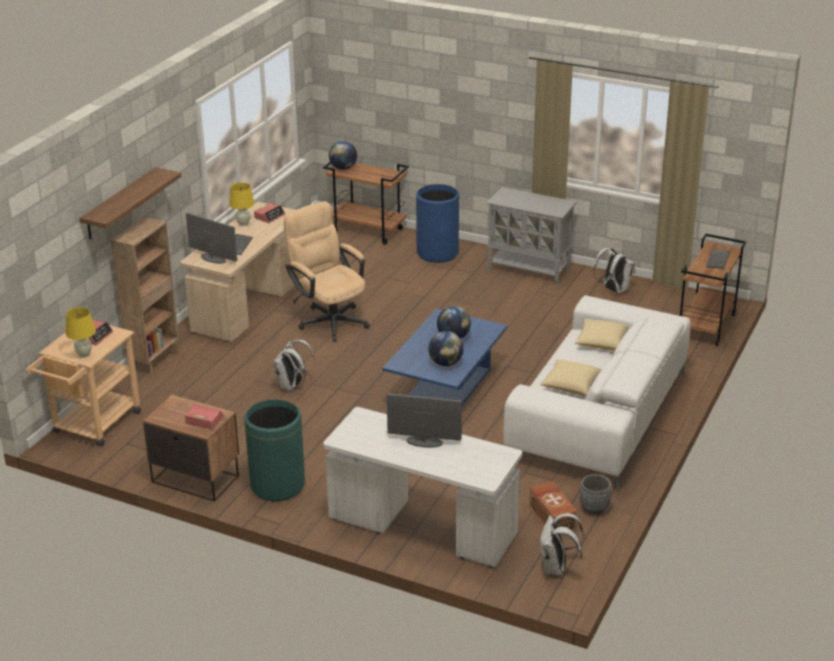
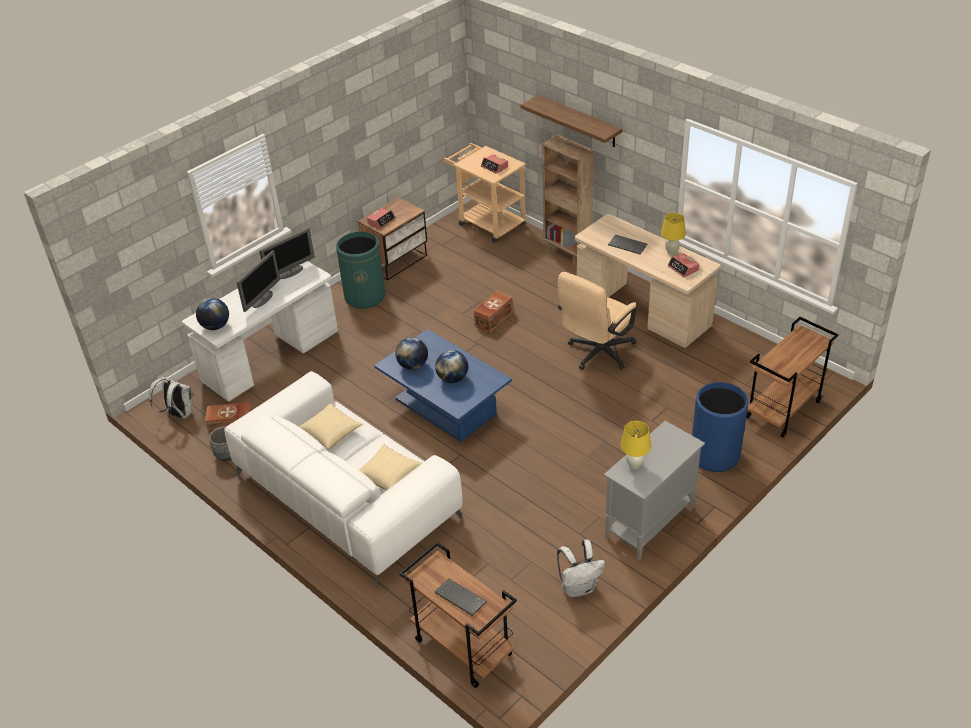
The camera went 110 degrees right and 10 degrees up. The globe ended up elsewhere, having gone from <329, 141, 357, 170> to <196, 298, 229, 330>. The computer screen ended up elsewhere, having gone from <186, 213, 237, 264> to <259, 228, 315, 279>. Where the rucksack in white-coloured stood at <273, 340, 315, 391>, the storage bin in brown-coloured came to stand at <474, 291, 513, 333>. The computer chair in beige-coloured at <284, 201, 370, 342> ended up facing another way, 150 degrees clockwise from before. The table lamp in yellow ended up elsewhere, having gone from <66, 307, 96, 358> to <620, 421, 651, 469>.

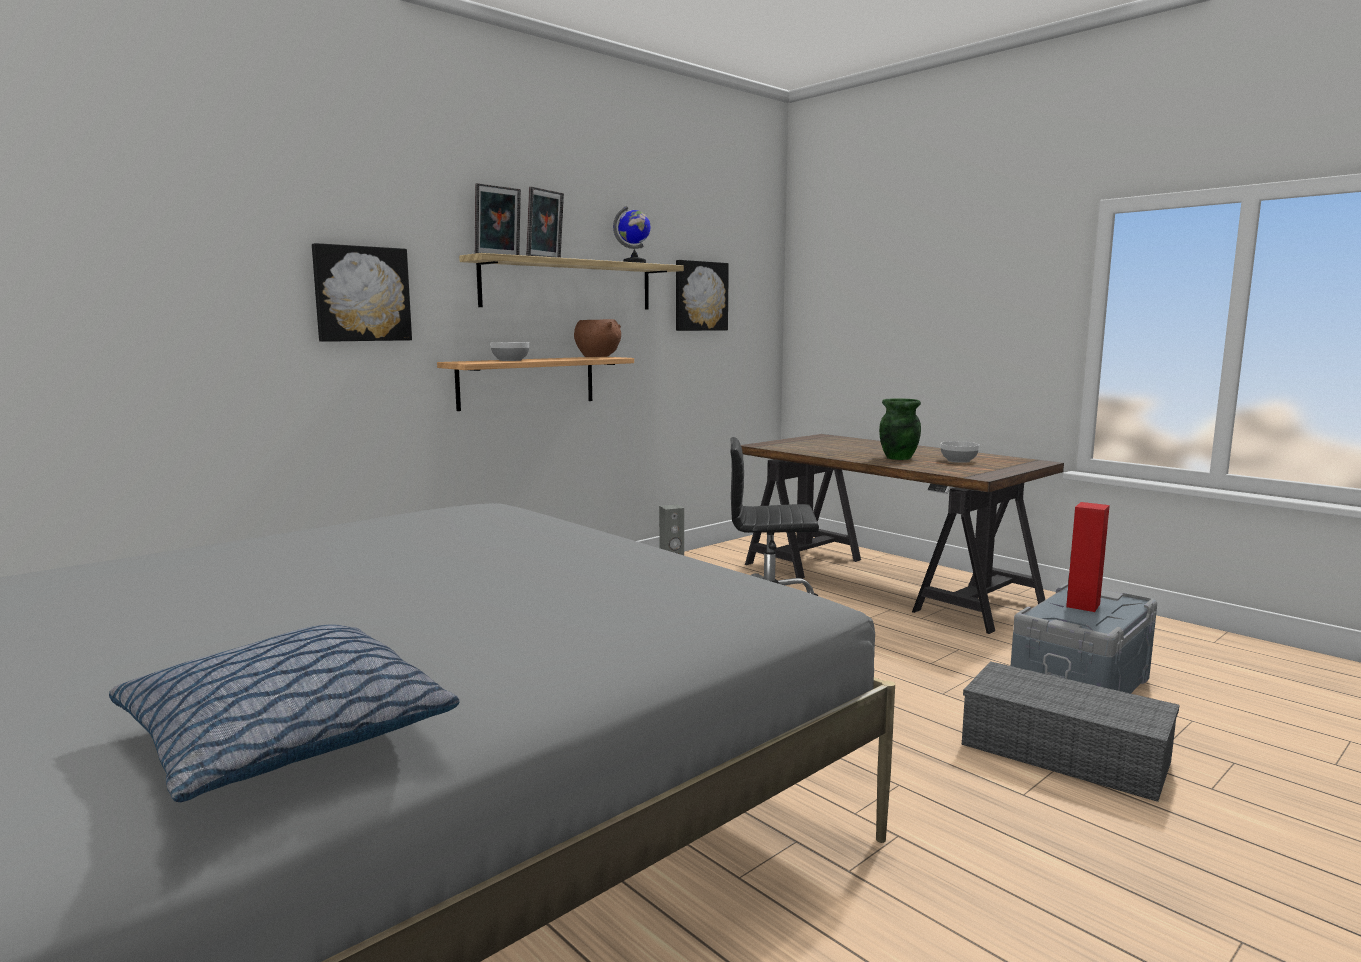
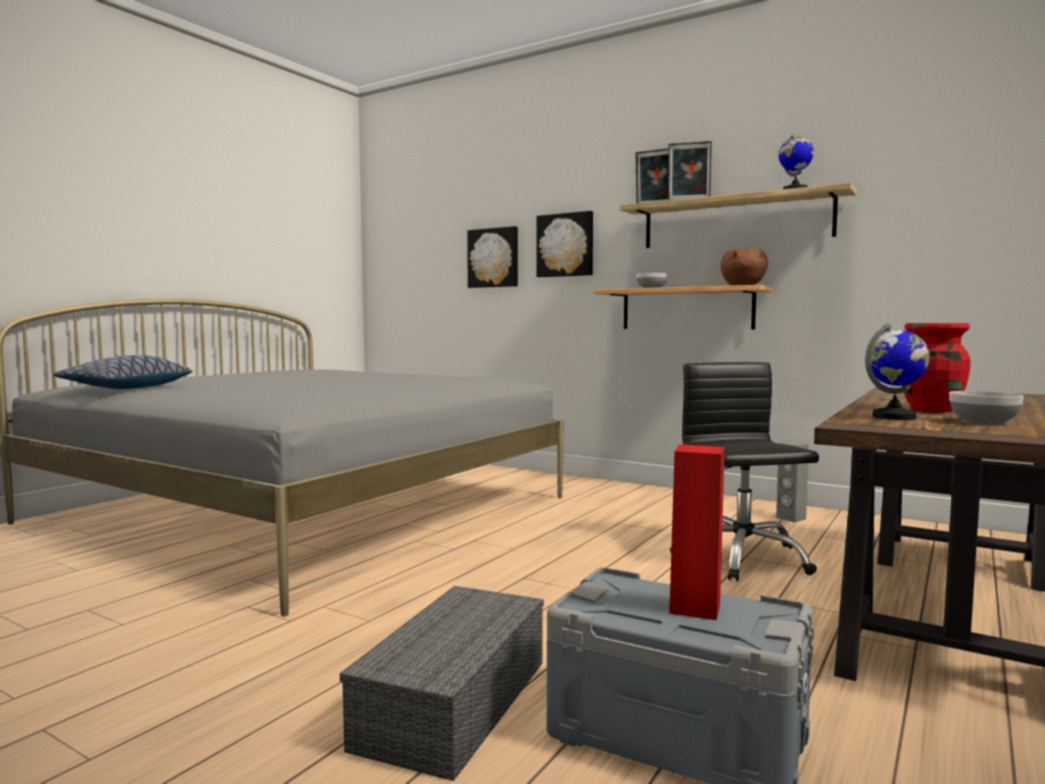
The camera went 75 degrees right and 5 degrees down. The picture ended up elsewhere, having gone from <676, 260, 729, 331> to <467, 226, 518, 288>. The second view gained the globe at <865, 323, 930, 420>. What was the decorative vase in green at <879, 398, 921, 460> turned into the decorative vase in red-coloured at <902, 323, 971, 412>.

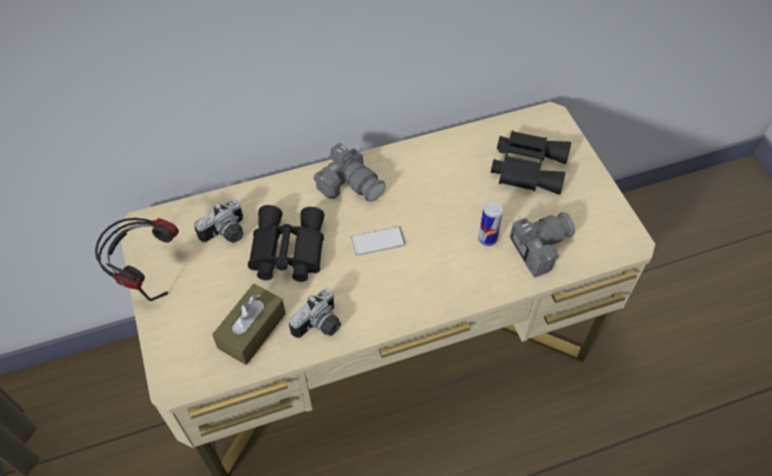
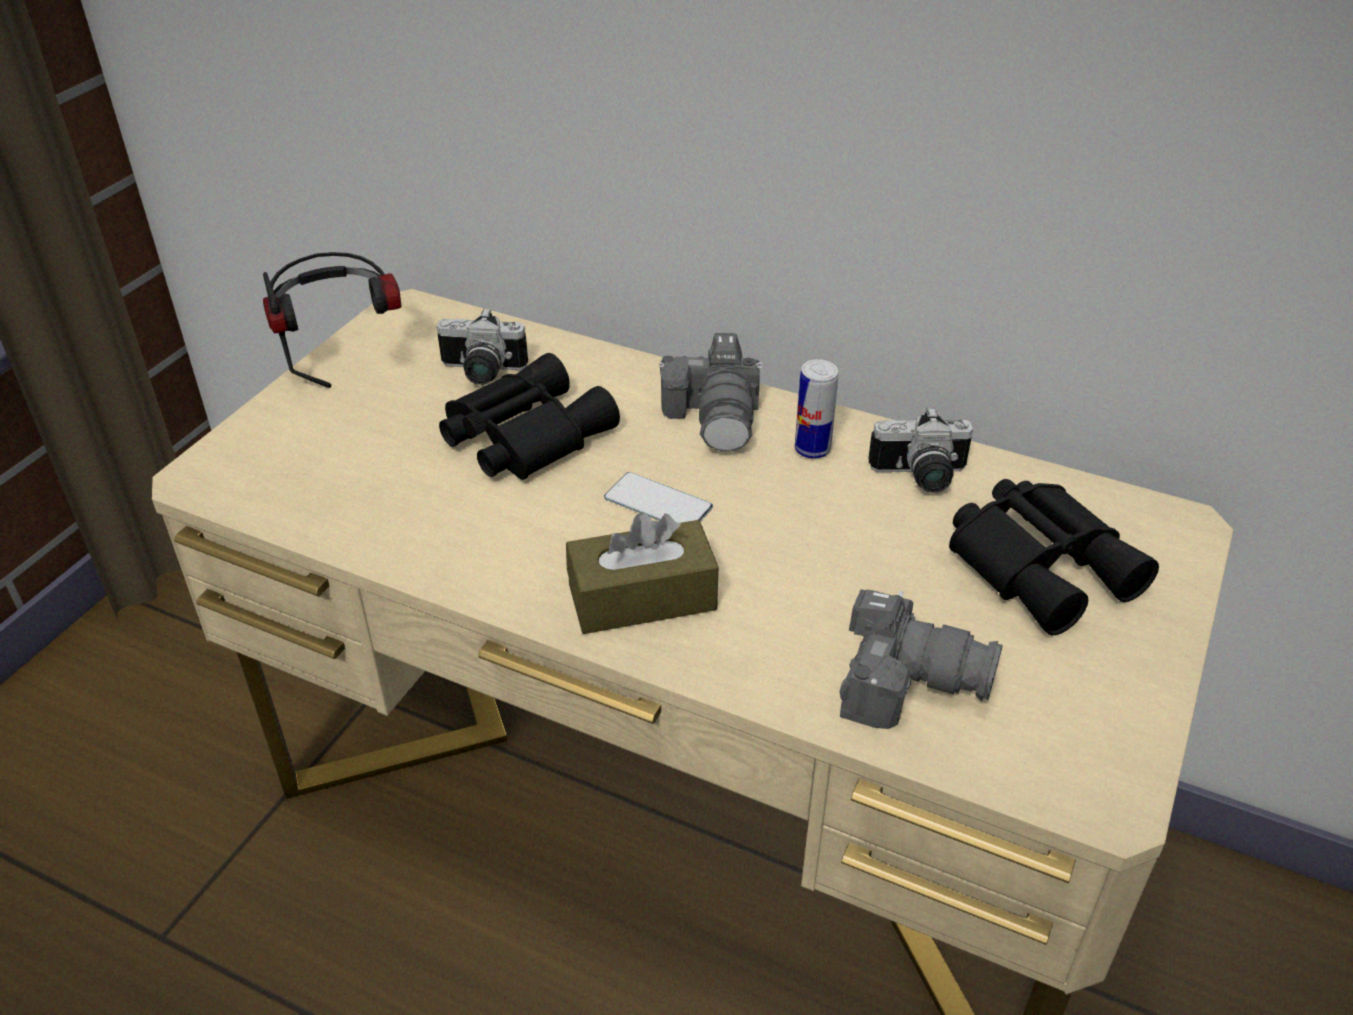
The camera went 45 degrees right and 15 degrees down. The tissue holder in brown-coloured ended up elsewhere, having gone from <212, 284, 286, 365> to <566, 512, 719, 634>. The can ended up elsewhere, having gone from <478, 201, 503, 246> to <795, 359, 838, 459>. The photo camera ended up elsewhere, having gone from <289, 288, 341, 338> to <868, 407, 973, 493>.

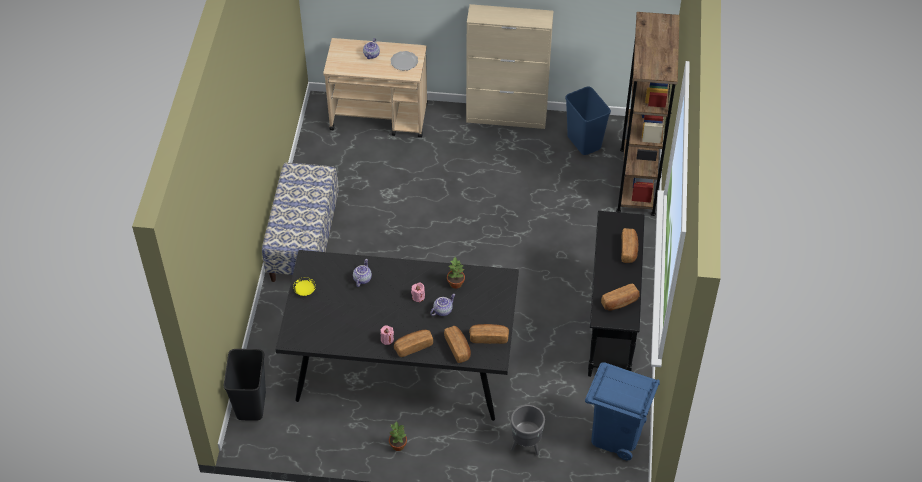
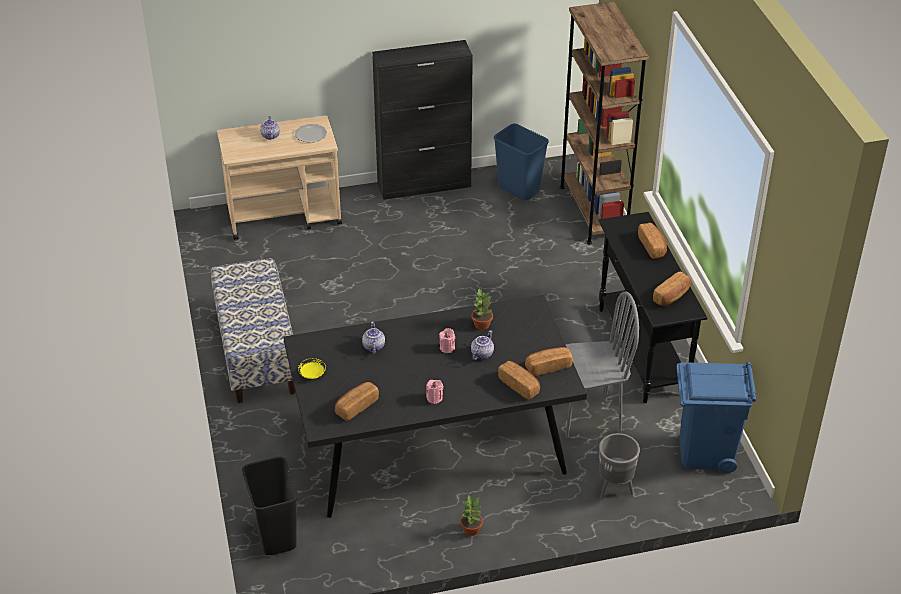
The camera went 20 degrees left and 10 degrees down. The baked bread ended up elsewhere, having gone from <394, 330, 433, 357> to <335, 382, 379, 421>. What was the storage cabinet in beige-coloured at <466, 4, 553, 129> turned into the storage cabinet in black at <372, 40, 473, 200>. The second view gained the chair in grey at <566, 291, 639, 438>.

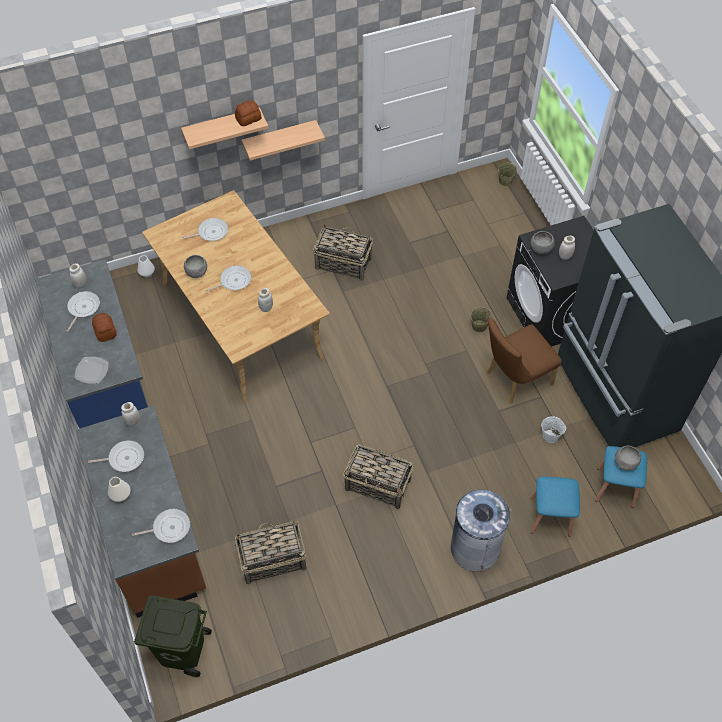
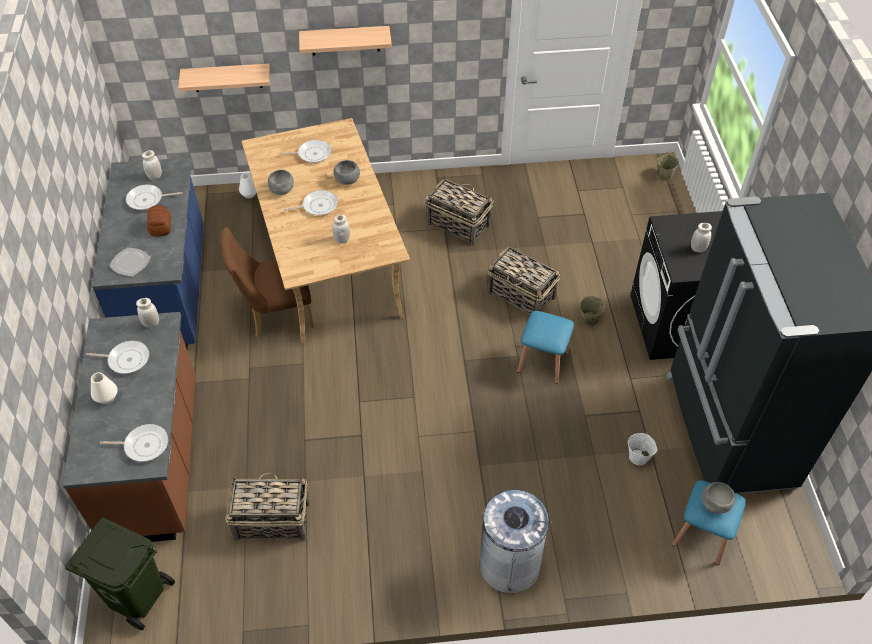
The camera went 15 degrees right and 5 degrees down. The pan at <67, 291, 100, 332> ended up facing another way, 135 degrees counterclockwise from before. The wall shelf ended up elsewhere, having gone from <242, 120, 325, 161> to <178, 64, 270, 92>. The chair in brown-coloured ended up elsewhere, having gone from <487, 317, 562, 404> to <220, 227, 314, 337>. The deep dish in grey ended up elsewhere, having gone from <531, 231, 555, 254> to <333, 160, 360, 185>. The storage basket ended up elsewhere, having gone from <343, 444, 414, 509> to <487, 246, 560, 315>. The stool in blue ended up elsewhere, having gone from <531, 477, 580, 537> to <517, 311, 574, 384>. The second view lost the baked bread at <235, 100, 262, 126>.

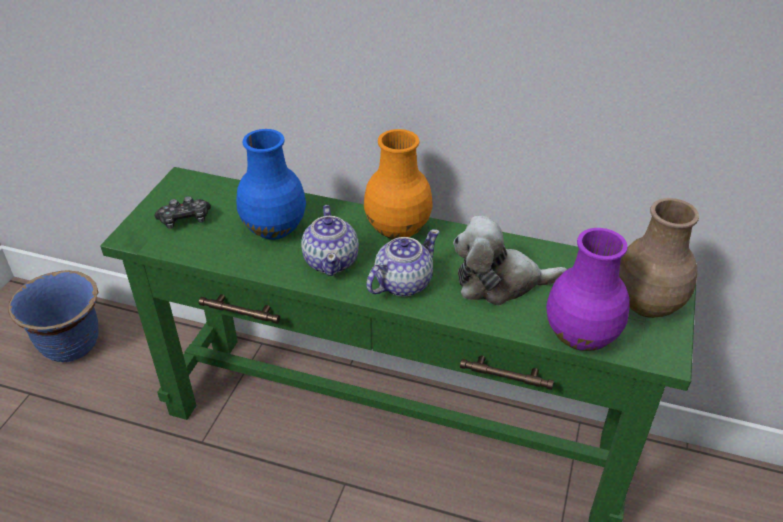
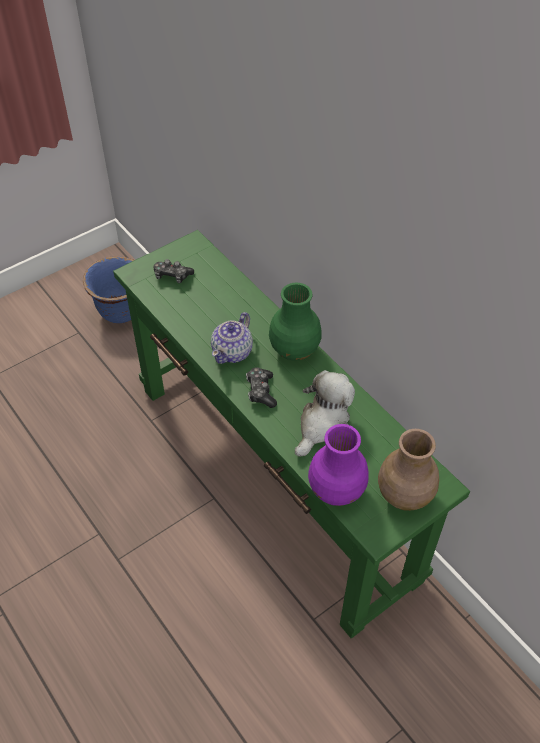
The camera went 35 degrees right and 10 degrees up. Where the teapot stood at <366, 229, 439, 297>, the joypad came to stand at <246, 367, 277, 408>. What was the decorative vase in orangey at <364, 129, 432, 239> turned into the decorative vase in green at <269, 283, 322, 361>. The plush toy at <453, 216, 567, 306> ended up facing another way, 90 degrees clockwise from before. The second view lost the decorative vase in blue at <236, 129, 306, 240>.

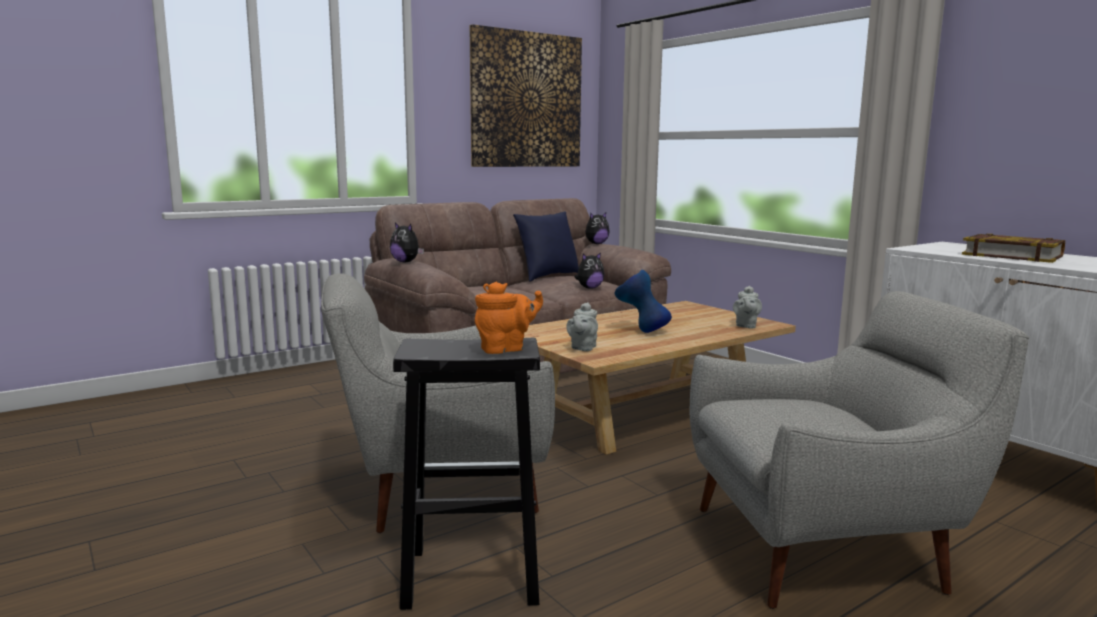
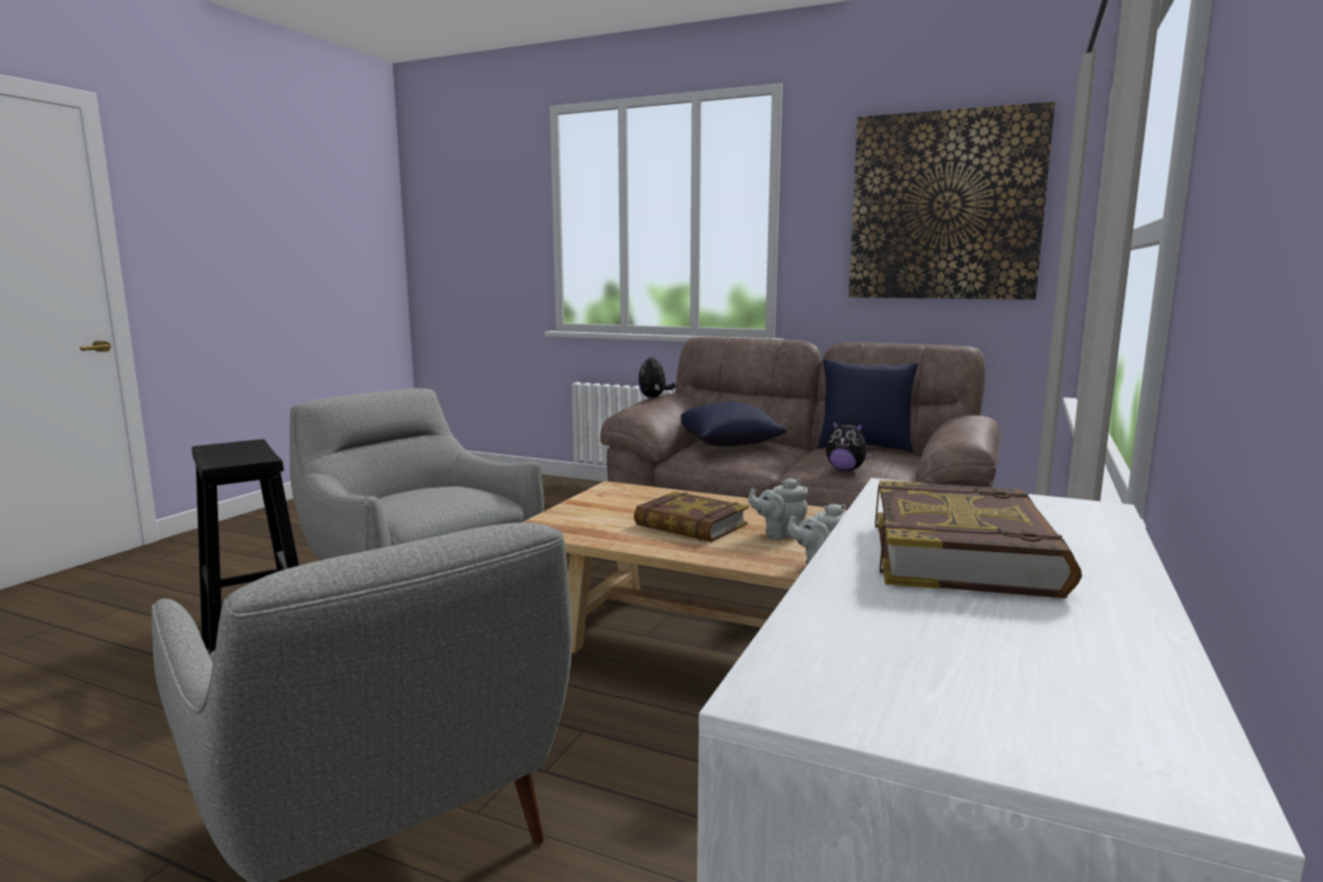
The camera went 60 degrees right and 0 degrees up. Where the decorative vase in blue stood at <614, 270, 672, 333>, the volume came to stand at <634, 491, 748, 542>. The second view gained the throw pillow in blue at <681, 402, 787, 446>. The teapot in grey ended up elsewhere, having gone from <566, 302, 598, 351> to <748, 478, 808, 539>. The second view lost the teapot in orangey at <475, 282, 543, 354>. The second view lost the plush toy at <586, 213, 610, 244>.

